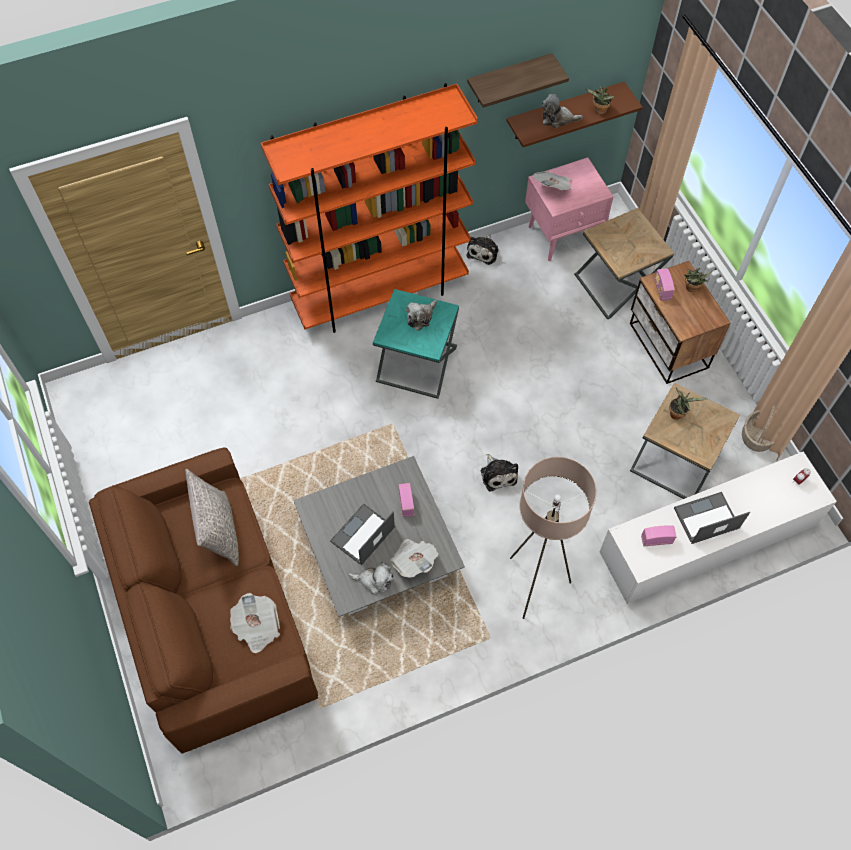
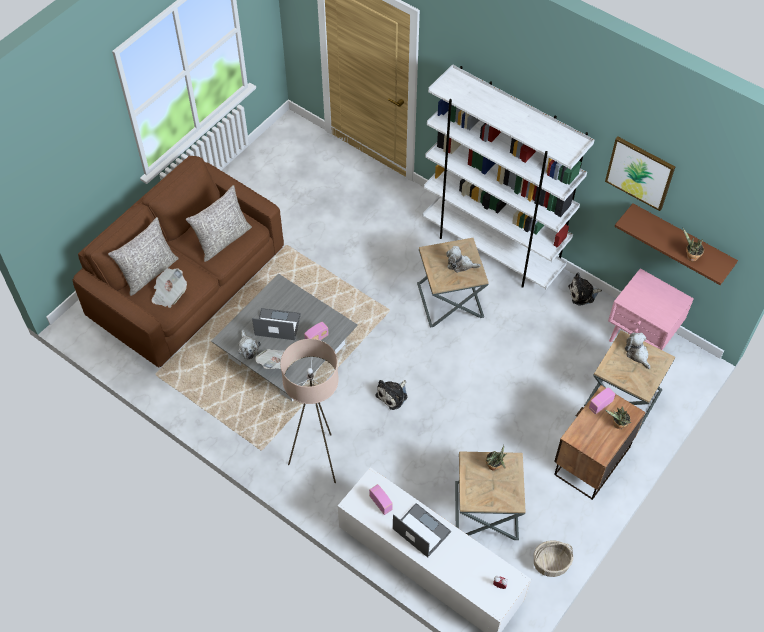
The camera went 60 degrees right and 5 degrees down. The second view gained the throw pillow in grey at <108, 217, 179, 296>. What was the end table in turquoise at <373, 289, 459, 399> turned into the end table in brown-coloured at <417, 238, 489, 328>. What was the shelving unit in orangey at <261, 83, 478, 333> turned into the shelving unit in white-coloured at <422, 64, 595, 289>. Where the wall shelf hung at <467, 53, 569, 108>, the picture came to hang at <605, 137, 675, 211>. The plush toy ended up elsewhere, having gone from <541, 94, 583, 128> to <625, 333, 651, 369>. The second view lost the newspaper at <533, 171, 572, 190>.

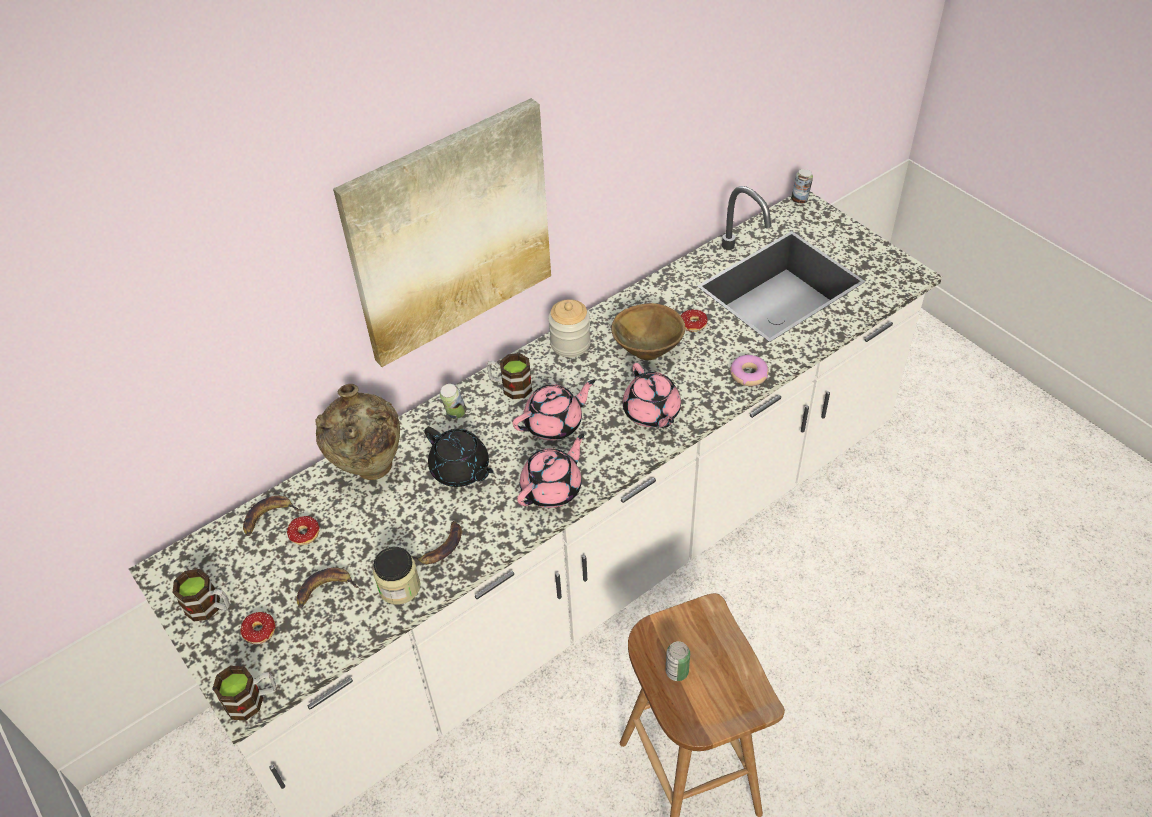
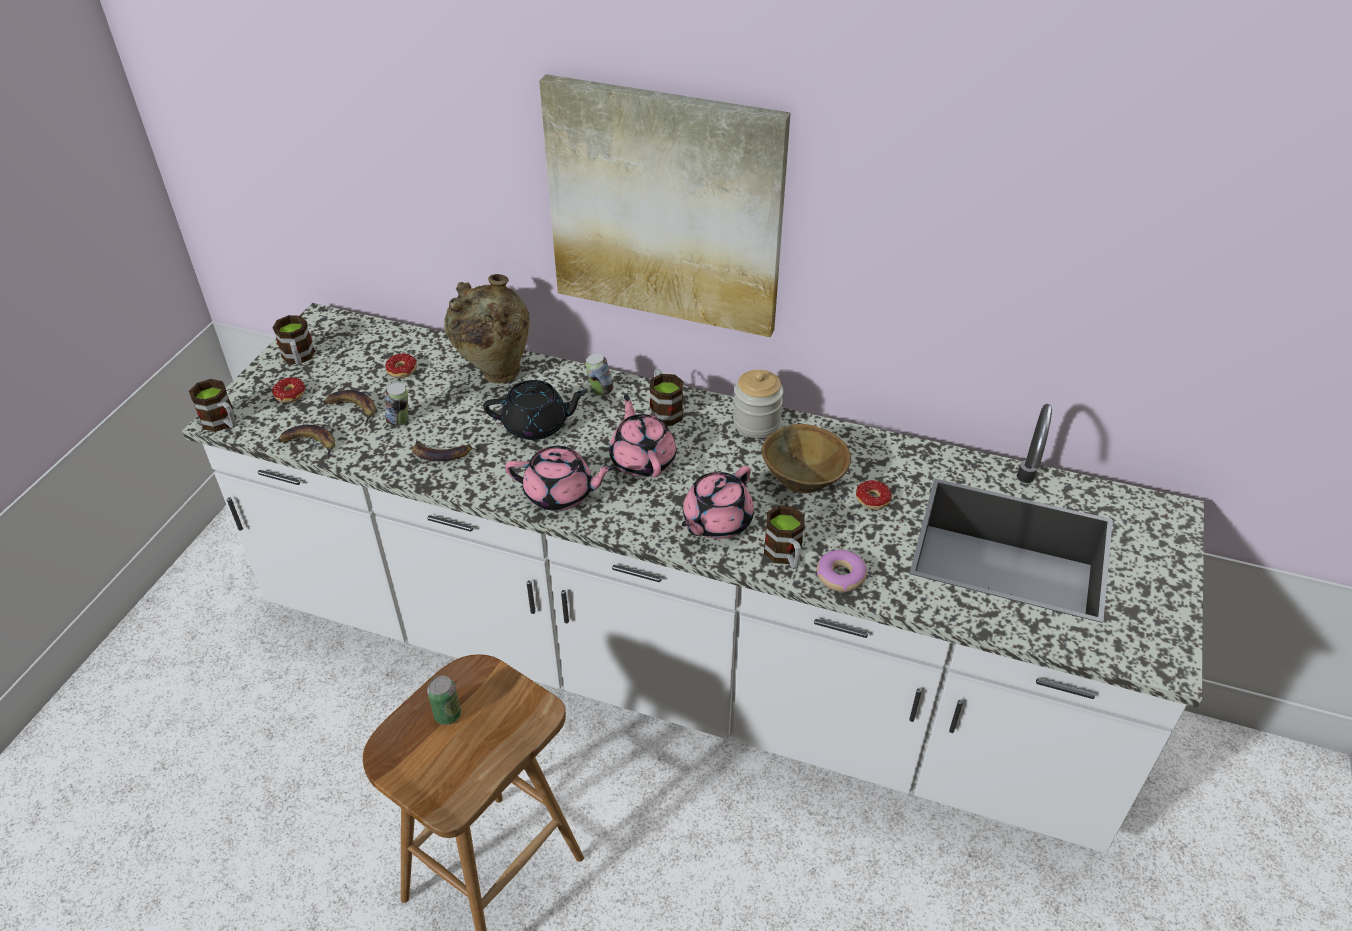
The camera went 55 degrees right and 5 degrees down. The banana fruit ended up elsewhere, having gone from <243, 496, 301, 536> to <277, 425, 335, 459>. The can ended up elsewhere, having gone from <791, 169, 813, 204> to <385, 382, 408, 426>. The teapot in black at <424, 427, 494, 487> ended up facing another way, 105 degrees counterclockwise from before. The teapot in pink-coloured at <512, 380, 595, 440> ended up facing another way, 135 degrees counterclockwise from before. The second view gained the mug at <764, 505, 805, 569>. The second view lost the jar at <373, 547, 421, 605>.

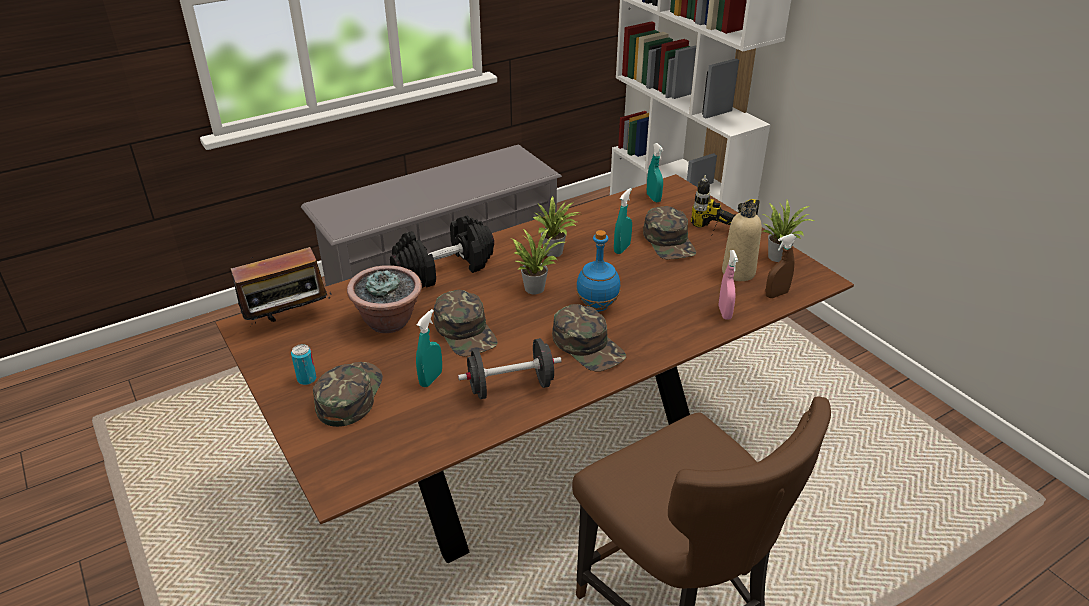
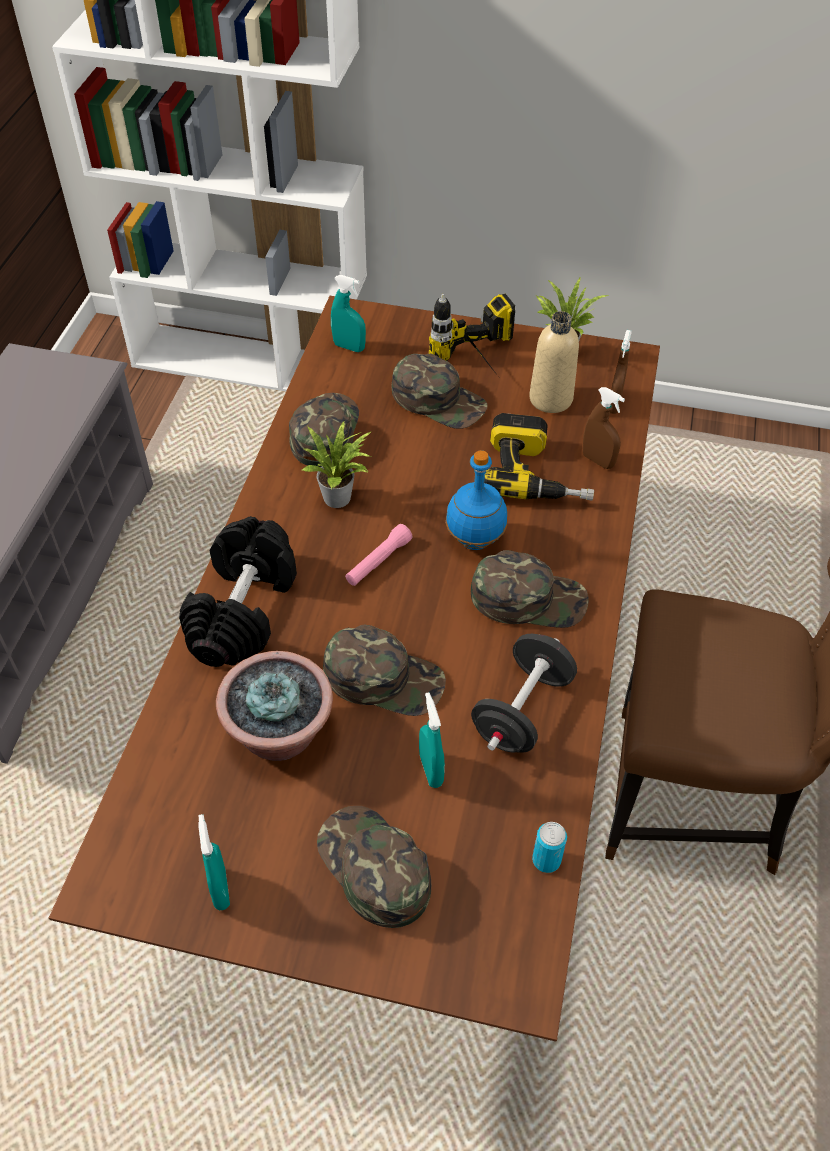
The camera went 45 degrees left and 15 degrees up. The sprayer in turquoise ended up elsewhere, having gone from <614, 188, 632, 254> to <198, 814, 230, 910>. The second view gained the cap in green at <289, 393, 359, 467>. Where the potted plant stood at <512, 228, 565, 294>, the hand torch in pink-coloured came to stand at <345, 524, 413, 586>. The second view gained the electric drill at <484, 413, 594, 500>. The can ended up elsewhere, having gone from <291, 344, 316, 385> to <532, 822, 567, 873>. What was the sprayer in pink-coloured at <719, 250, 738, 320> turned into the sprayer in brown-coloured at <583, 387, 625, 469>. The second view lost the radio receiver at <231, 246, 331, 327>.

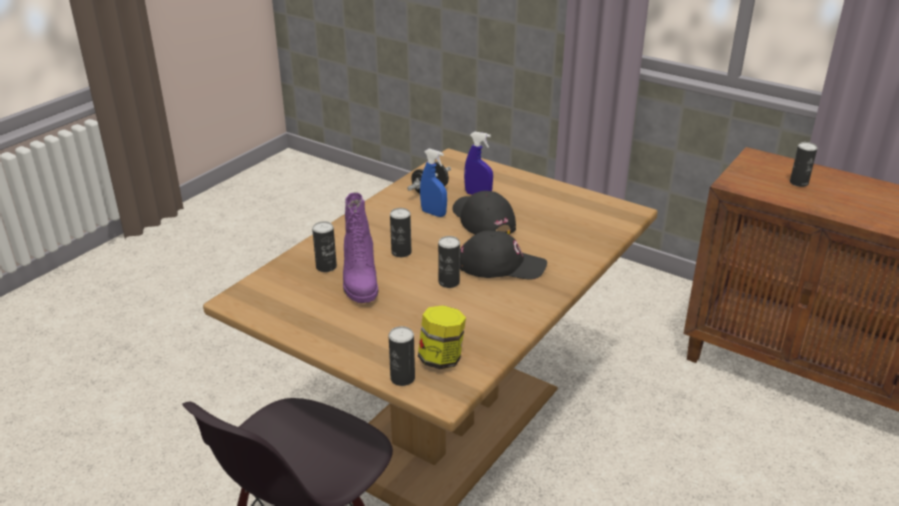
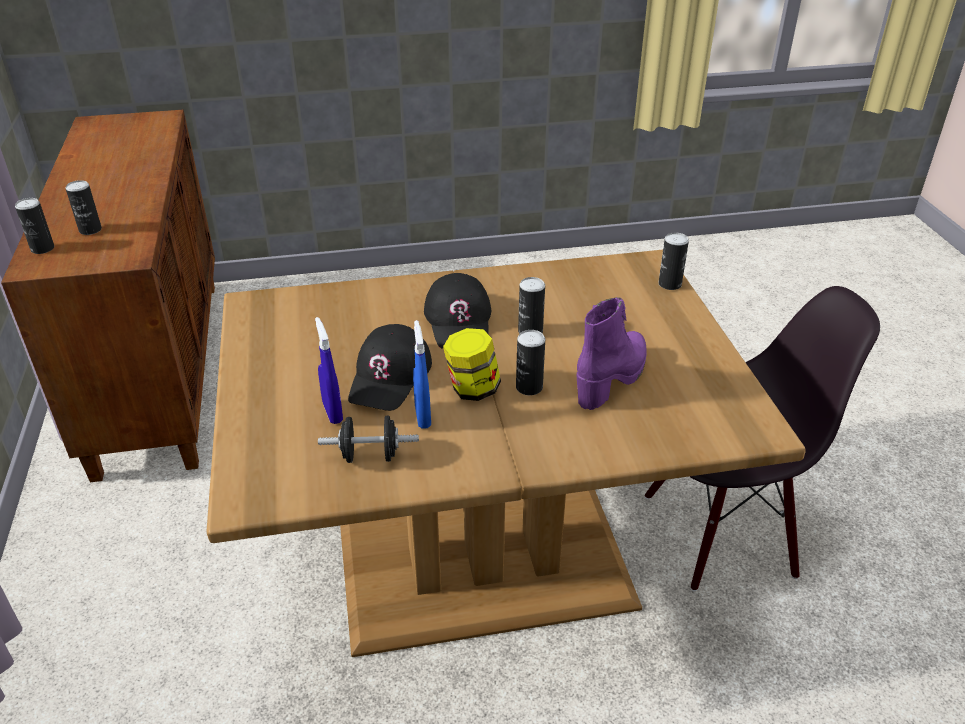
The camera went 135 degrees left and 5 degrees up. The can ended up elsewhere, having gone from <312, 221, 337, 272> to <15, 198, 54, 254>. The cap in black at <460, 231, 547, 279> ended up facing another way, 150 degrees counterclockwise from before. The jar ended up elsewhere, having gone from <418, 305, 466, 369> to <443, 328, 501, 401>.

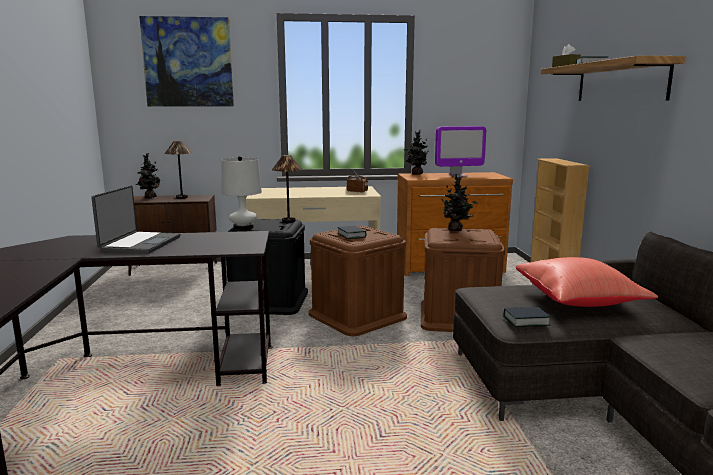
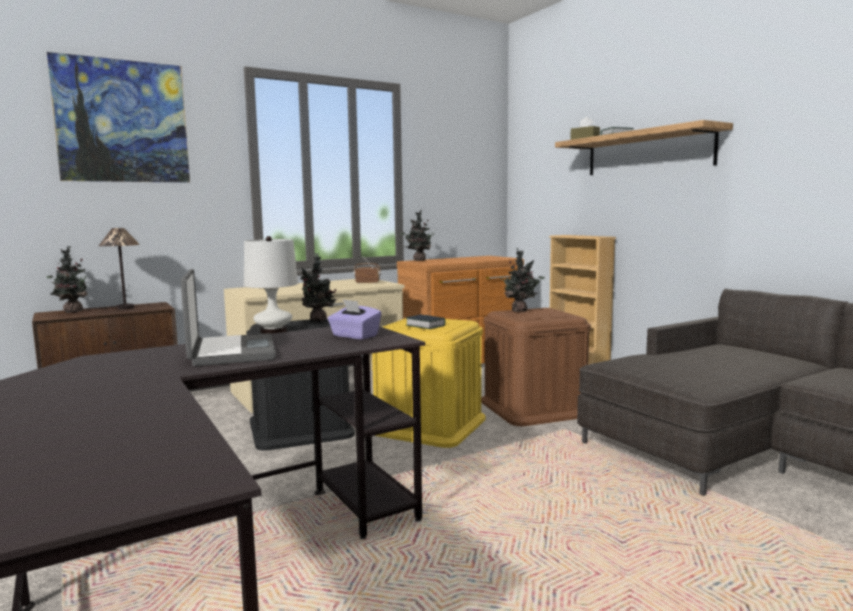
The camera went 25 degrees left and 5 degrees down. Where the table lamp stood at <272, 155, 303, 223>, the potted plant came to stand at <301, 253, 337, 322>. The second view gained the tissue holder in purple-coloured at <328, 299, 382, 340>. What was the storage bin in brown-coloured at <309, 226, 407, 336> turned into the storage bin in yellow at <372, 318, 485, 448>. The second view lost the computer screen at <435, 126, 486, 177>. The second view lost the volume at <504, 307, 551, 327>. The second view lost the throw pillow in red-coloured at <516, 257, 658, 307>.

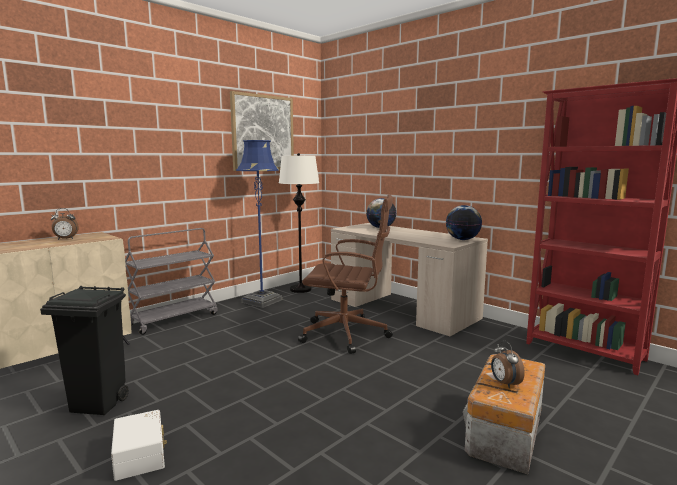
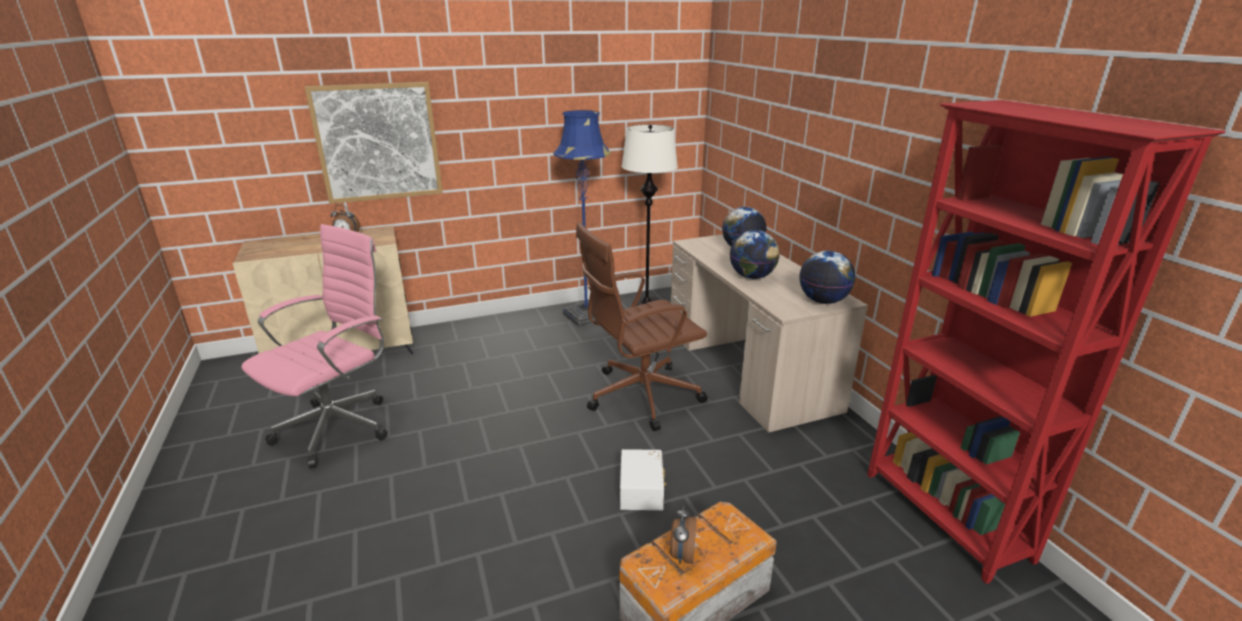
The camera went 25 degrees right and 15 degrees up. Where the trash can in black stood at <40, 286, 129, 415>, the computer chair in pink-coloured came to stand at <242, 224, 387, 468>. The picture ended up elsewhere, having gone from <230, 91, 294, 171> to <305, 82, 443, 204>. The computer chair in brown-coloured at <298, 194, 393, 354> ended up facing another way, 120 degrees clockwise from before. The storage bin in white-coloured ended up elsewhere, having gone from <111, 410, 167, 481> to <620, 449, 666, 510>. The second view gained the globe at <730, 230, 780, 279>. The second view lost the wheeled cart in grey at <125, 228, 218, 335>.

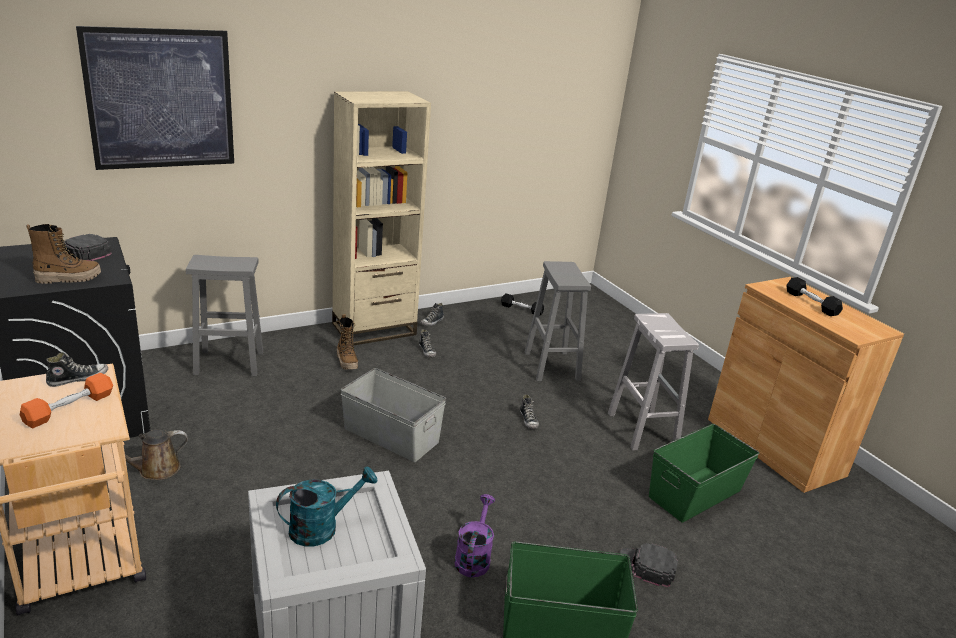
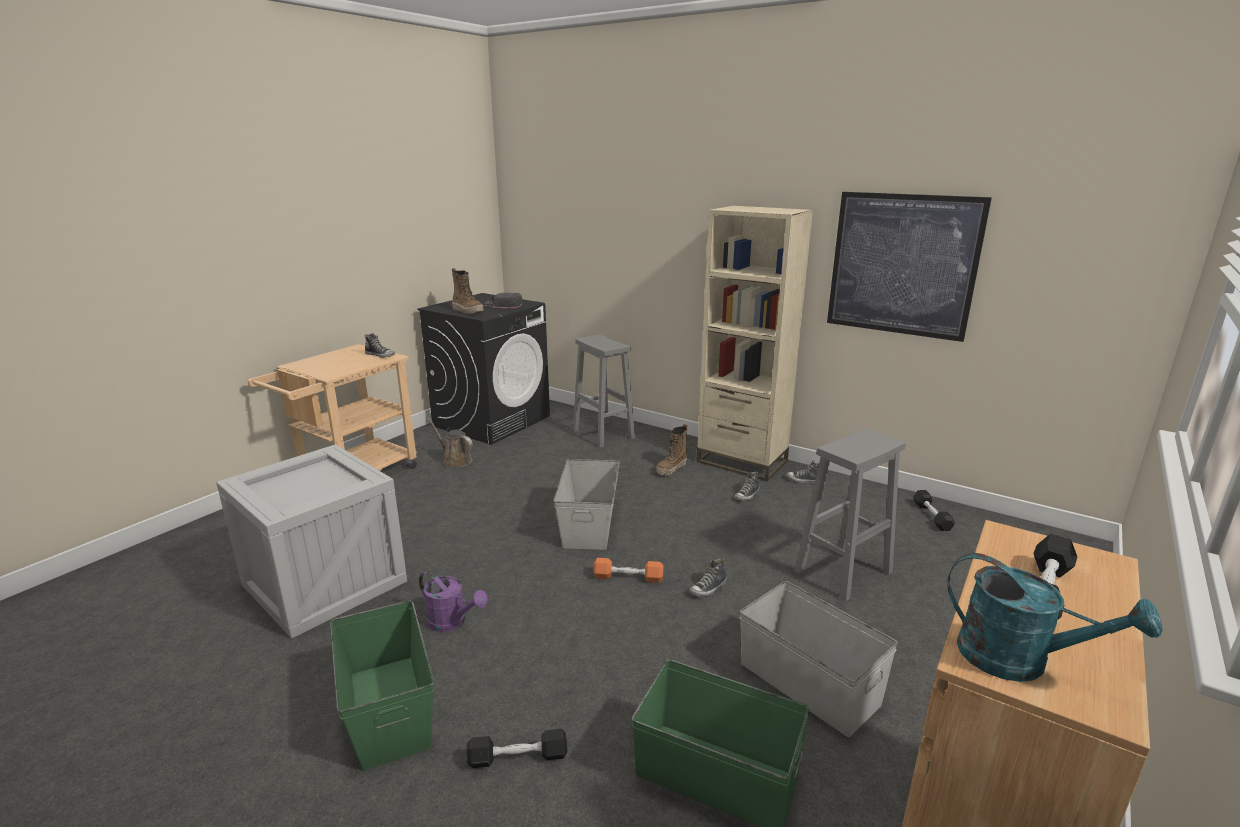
The camera went 65 degrees right and 5 degrees down. The sprinkling can in purple-coloured at <454, 494, 495, 577> ended up facing another way, 45 degrees clockwise from before. Where the cap in black stood at <620, 543, 678, 587>, the hand weight in black came to stand at <466, 729, 567, 768>. The hand weight in orangey ended up elsewhere, having gone from <20, 373, 113, 428> to <593, 558, 663, 583>. Where the stool in white-coloured stood at <608, 313, 699, 451>, the storage bin in grey came to stand at <739, 581, 898, 737>. The picture ended up elsewhere, having gone from <76, 26, 234, 170> to <827, 192, 992, 342>. The sprinkling can in turquoise ended up elsewhere, having gone from <276, 466, 377, 546> to <947, 553, 1163, 682>.

